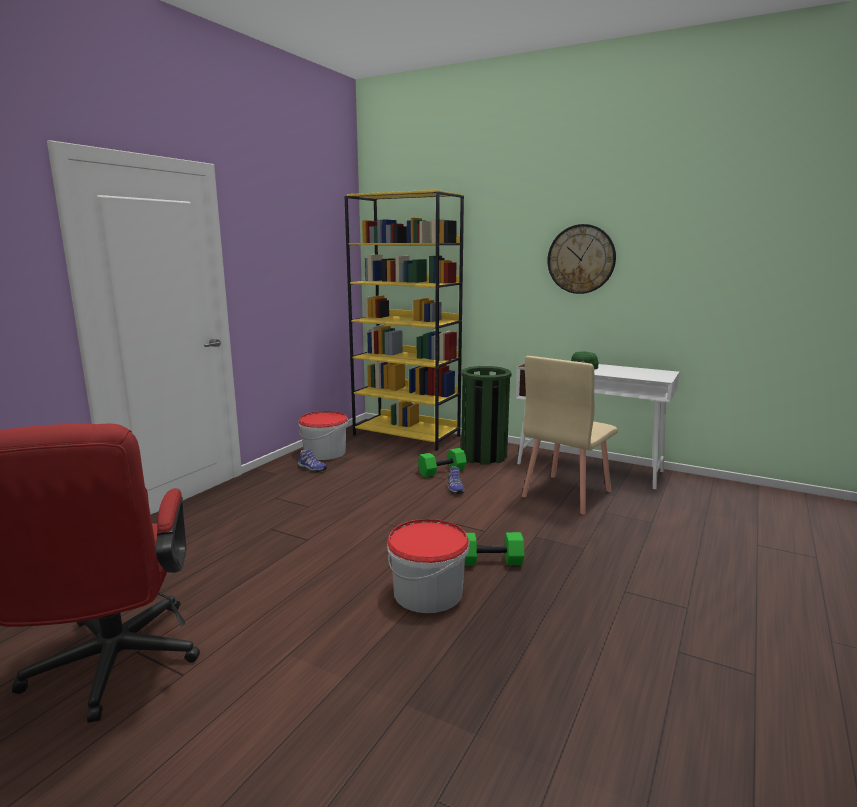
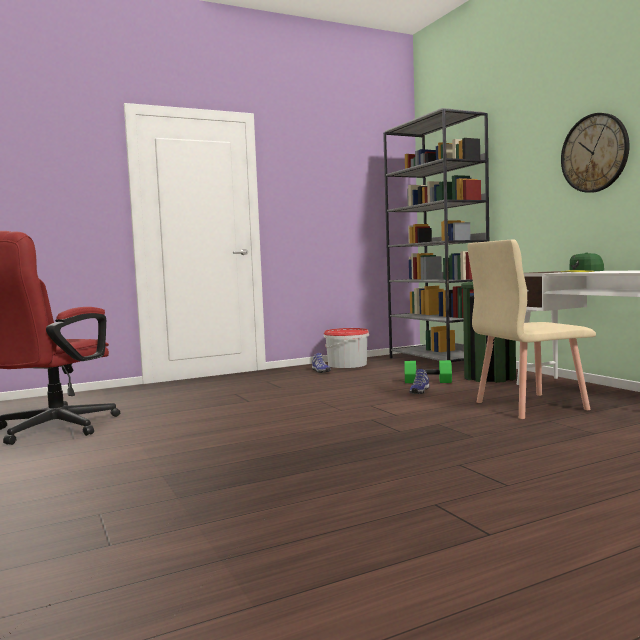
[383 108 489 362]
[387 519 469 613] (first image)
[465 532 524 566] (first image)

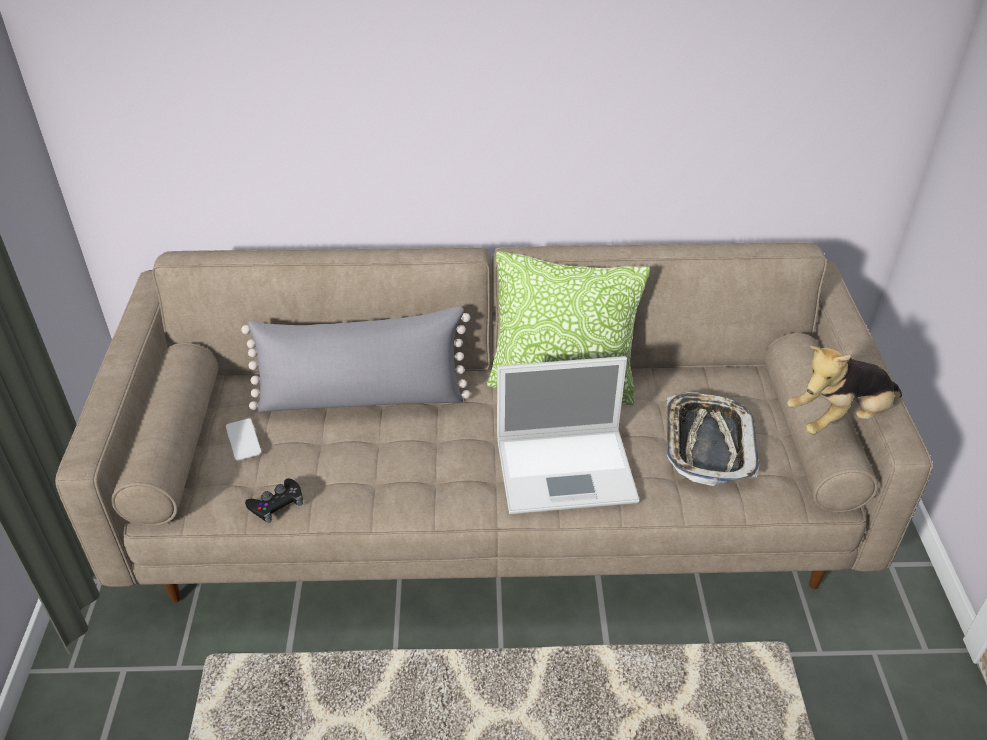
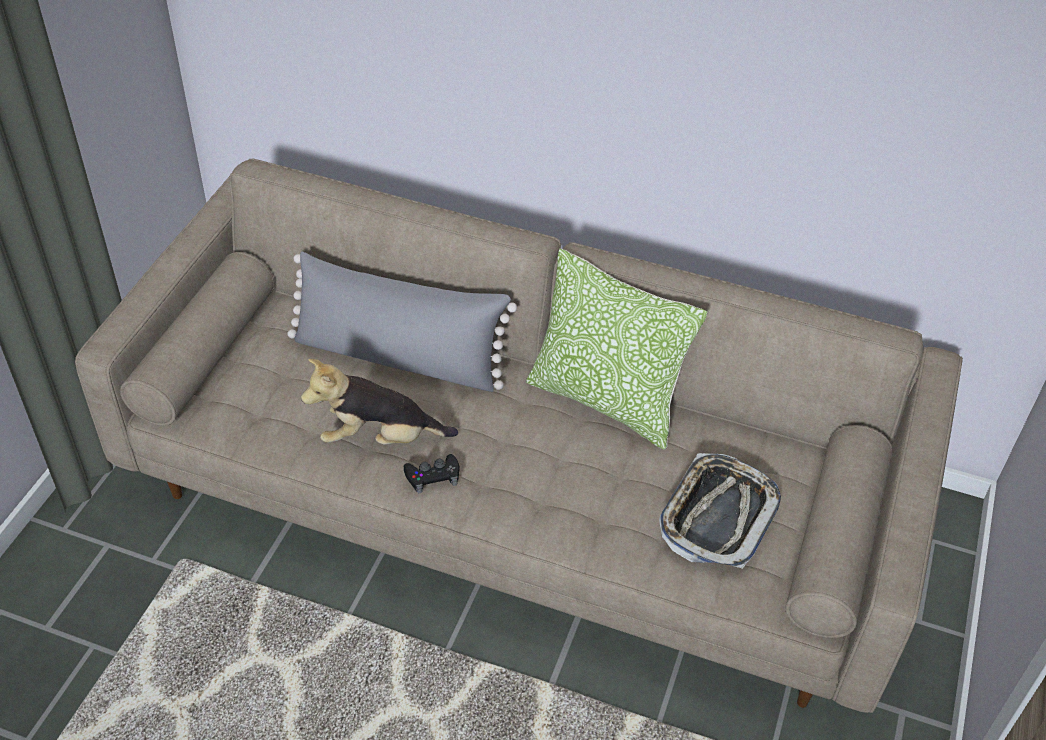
[226 418 262 461] (first image)
[404 454 459 493]
[497 356 640 514] (first image)
[301 359 458 445]

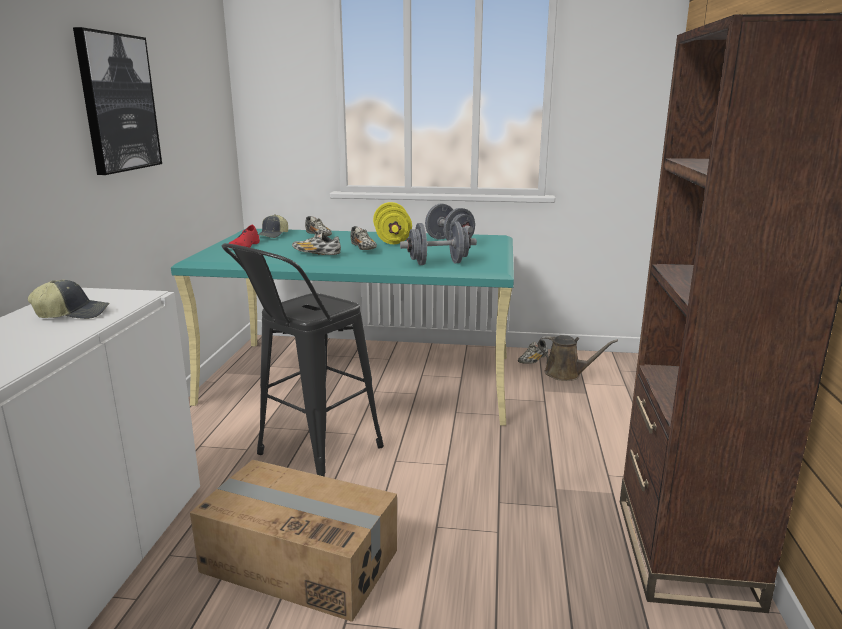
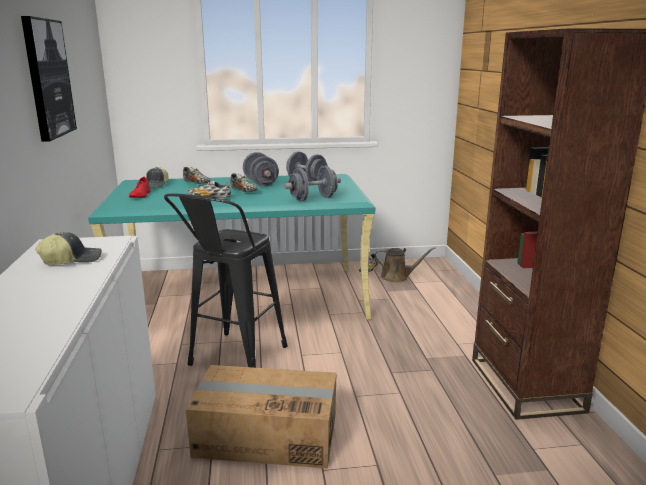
[243 152 279 186]

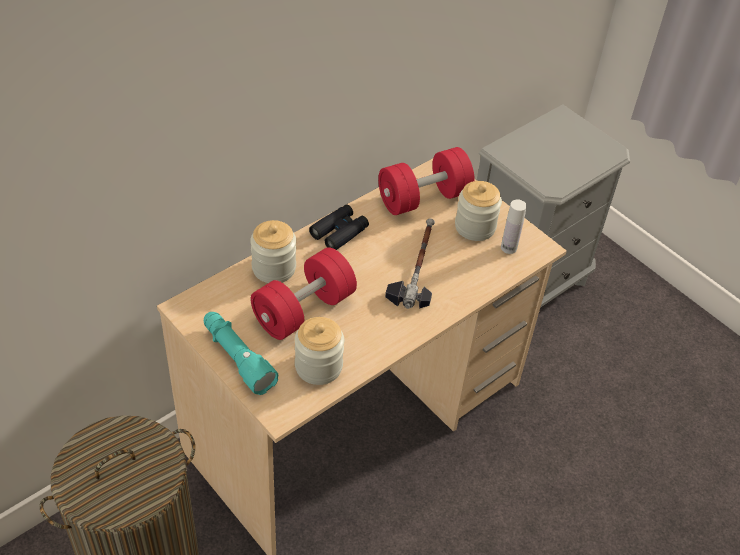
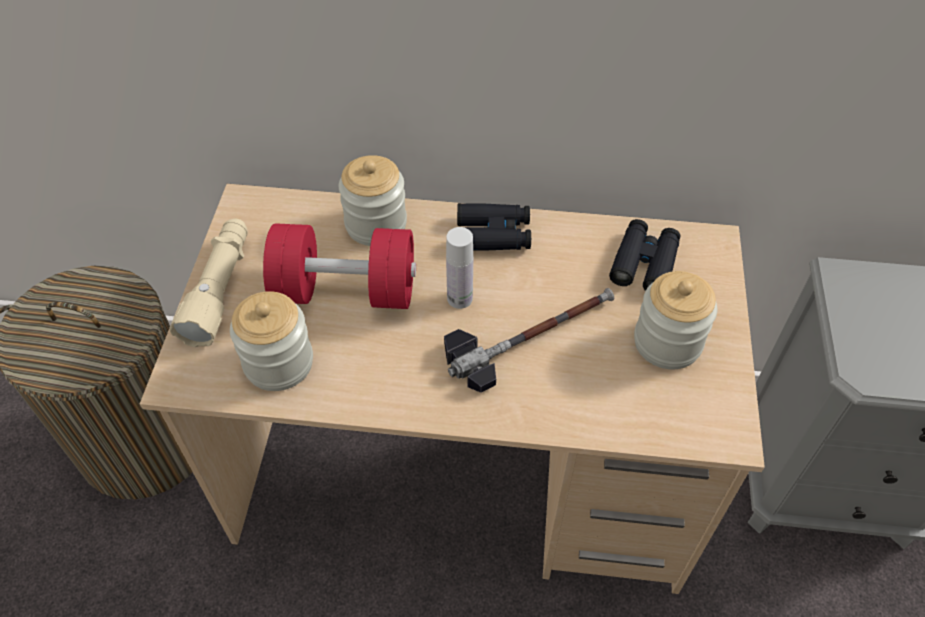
[170 218 248 347]
[609 219 680 291]
[446 227 473 309]

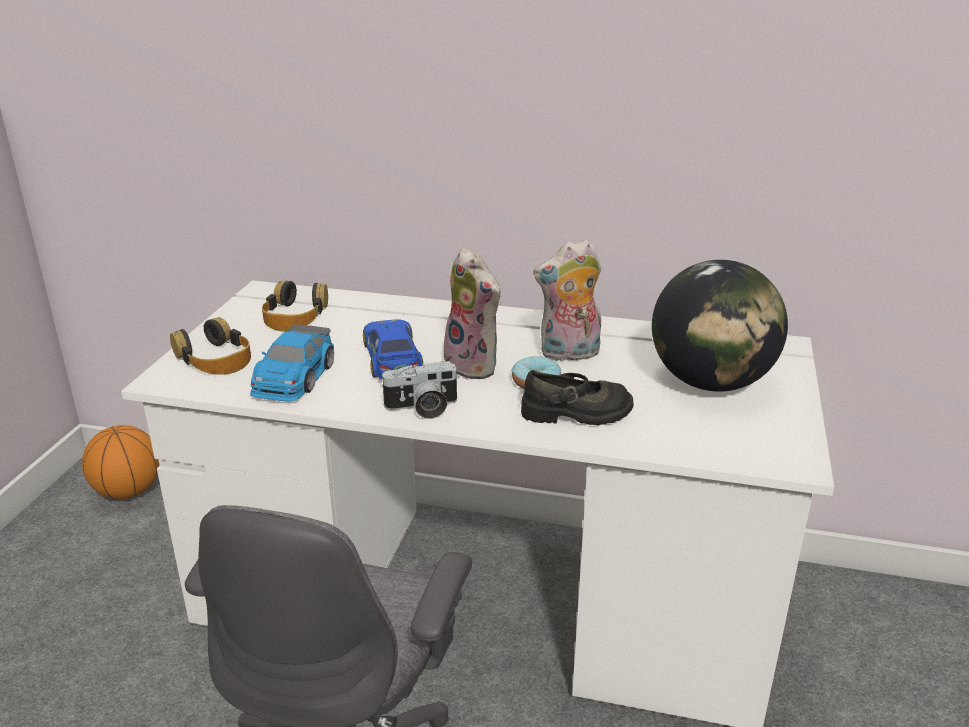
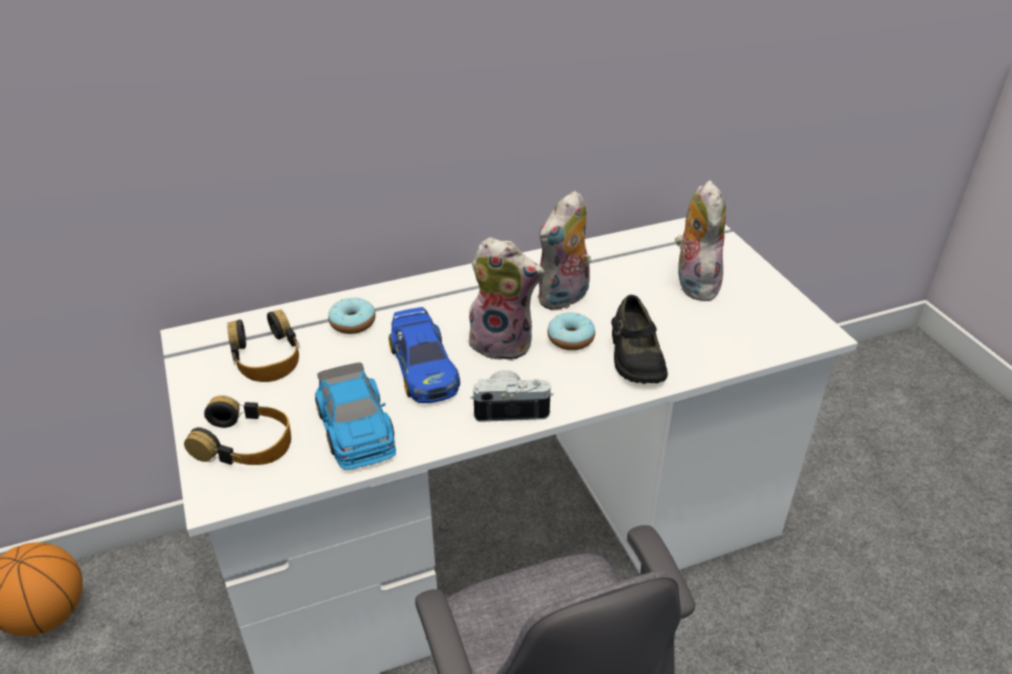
[389 307 460 403]
[471 370 554 422]
[611 295 668 384]
[675 180 726 301]
[328 298 376 334]

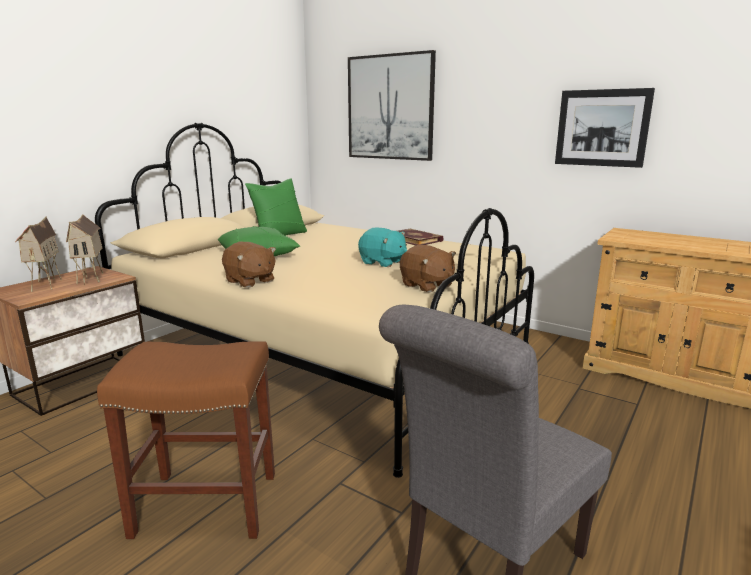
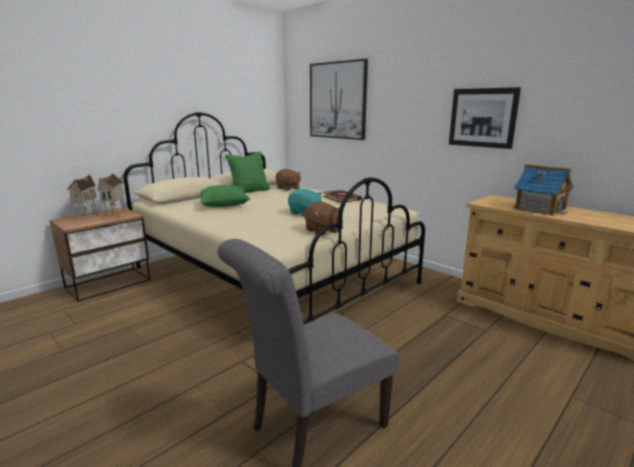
[97 341 275 539] (first image)
[275 169 301 191]
[514 164 573 216]

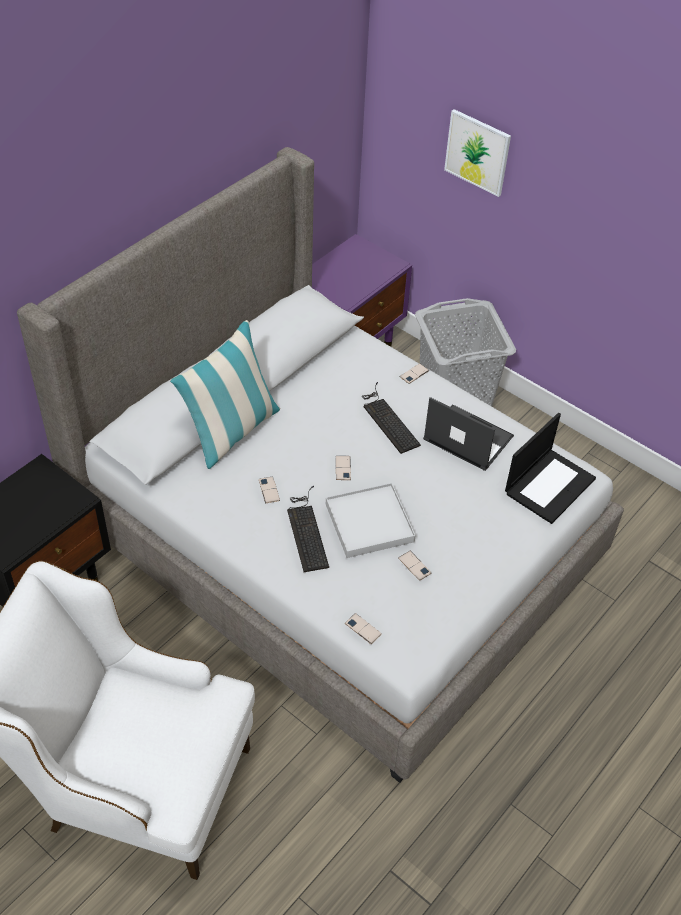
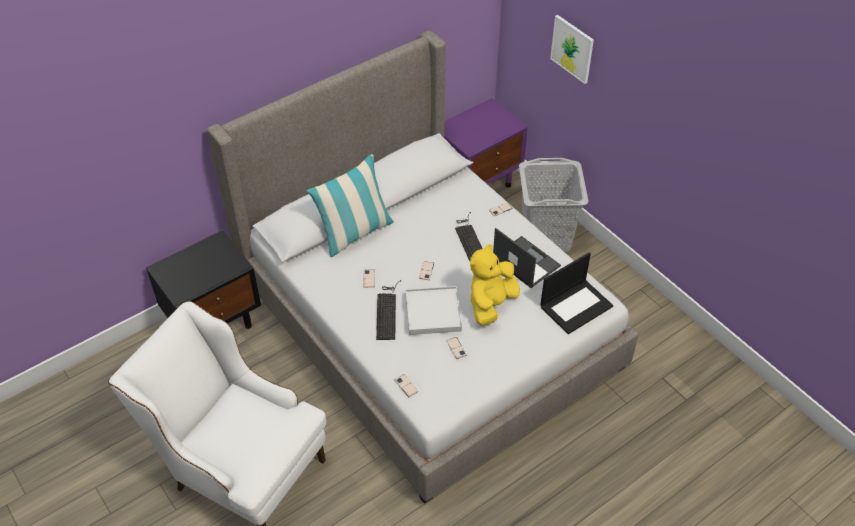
[470 244 520 326]

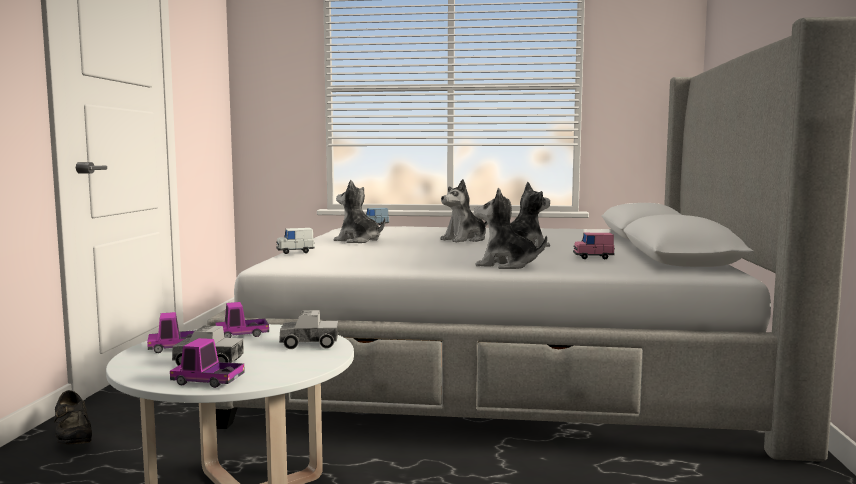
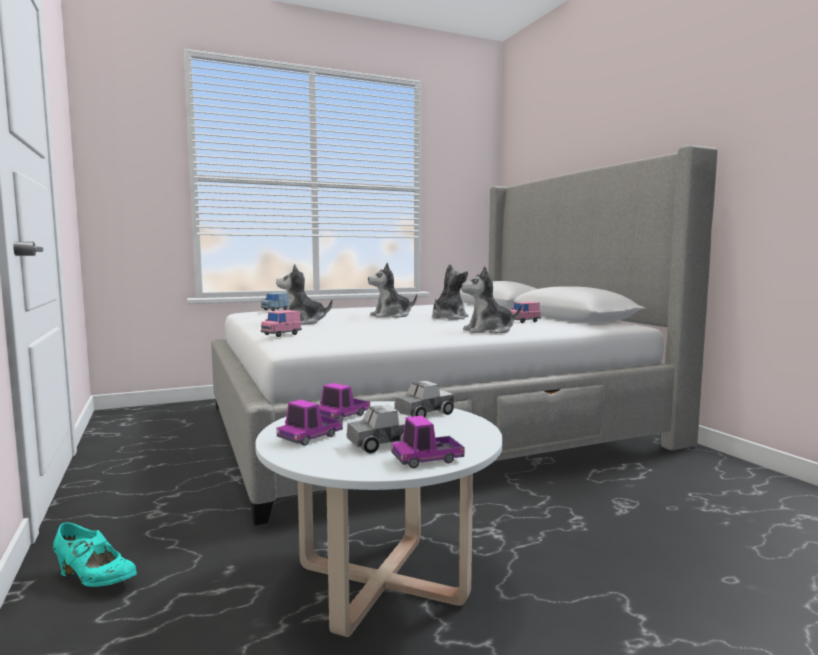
[53 522 137 587]
[261 310 302 337]
[368 263 417 318]

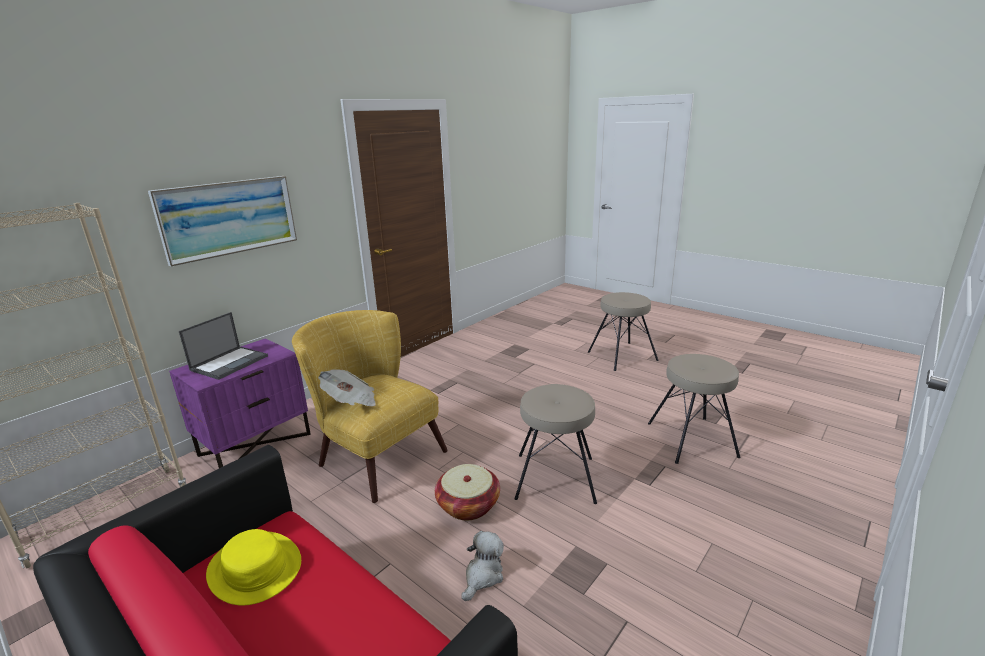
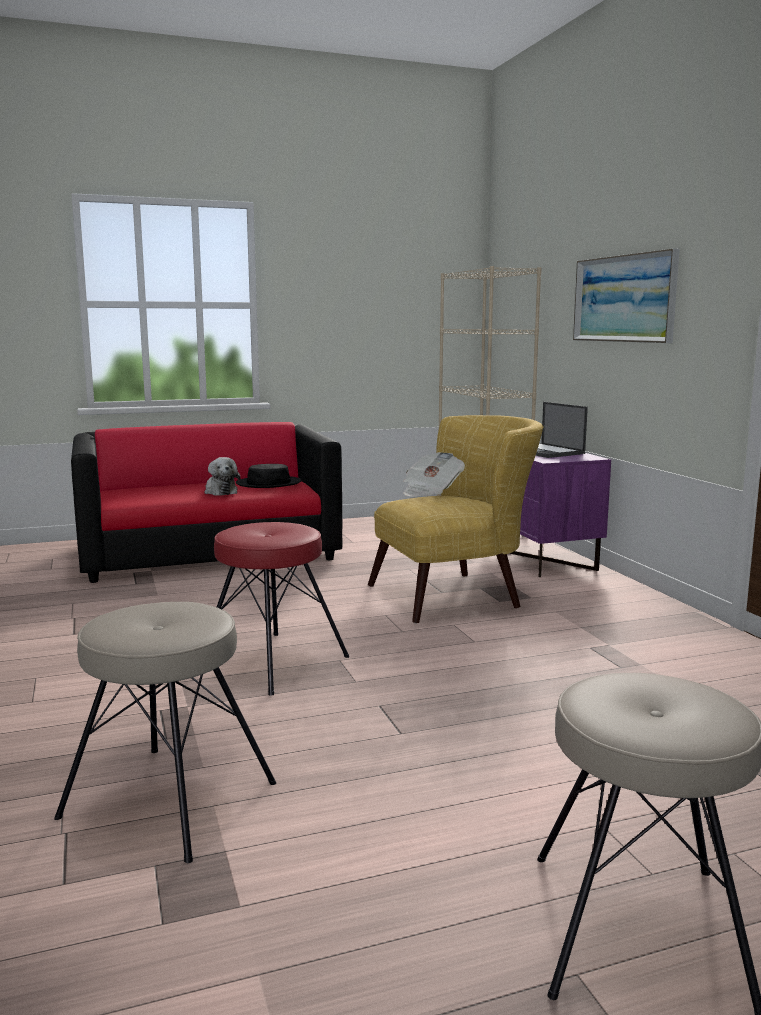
[236 464 302 488]
[435 464 500 520] (first image)
[205 457 241 496]
[214 522 349 696]

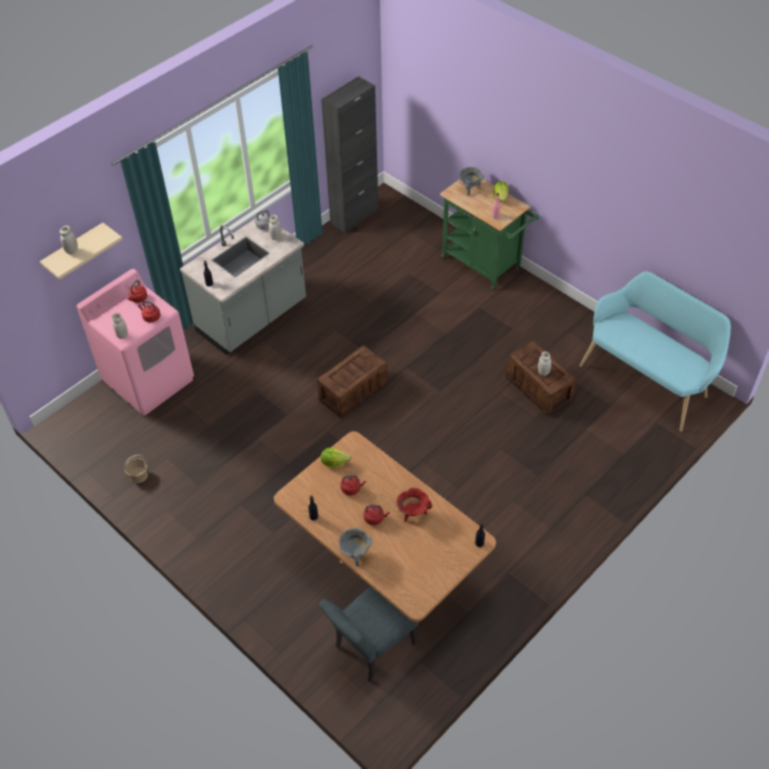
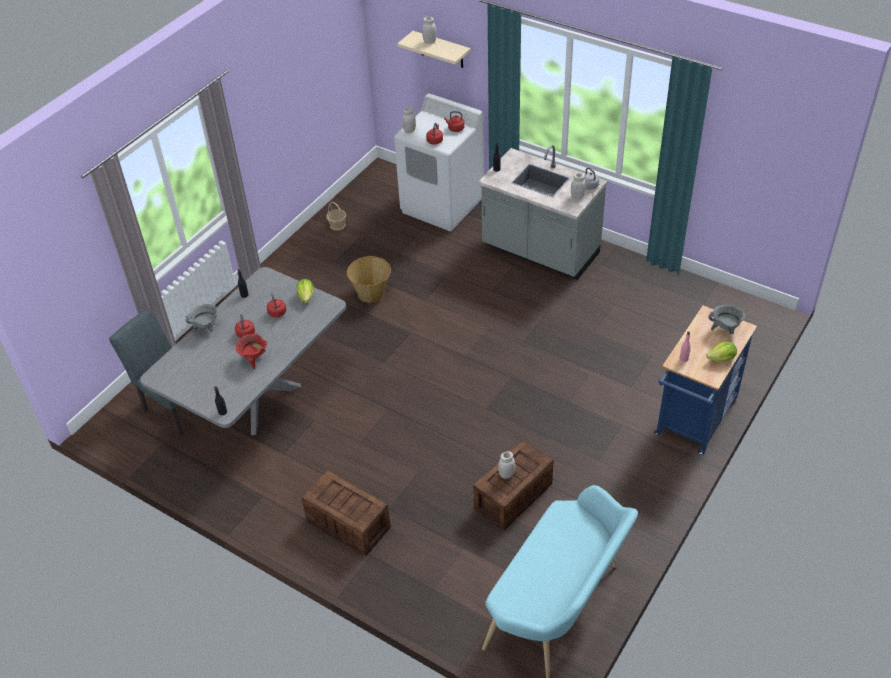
[394 94 484 231]
[140 267 346 436]
[302 470 391 556]
[321 76 378 233] (first image)
[654 306 757 454]
[347 256 391 303]

